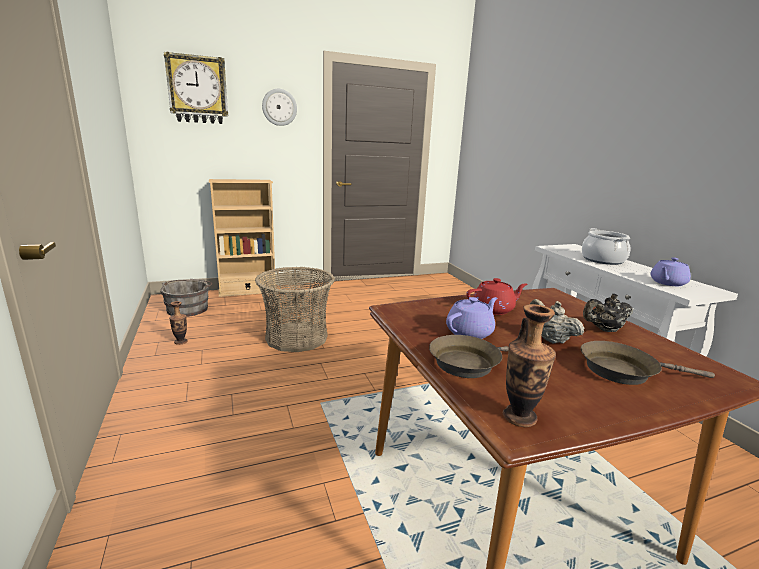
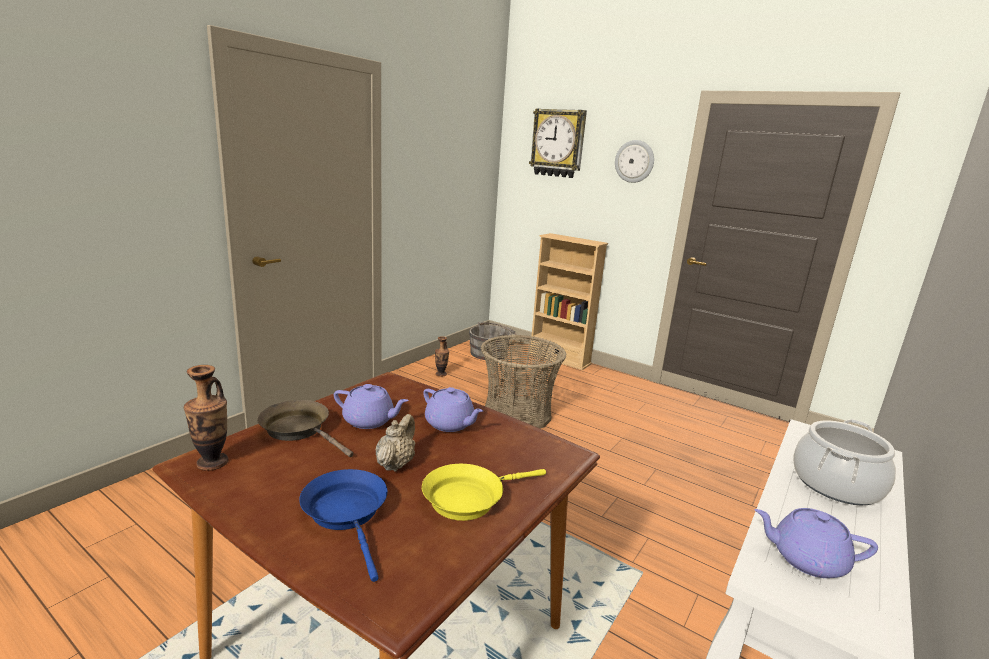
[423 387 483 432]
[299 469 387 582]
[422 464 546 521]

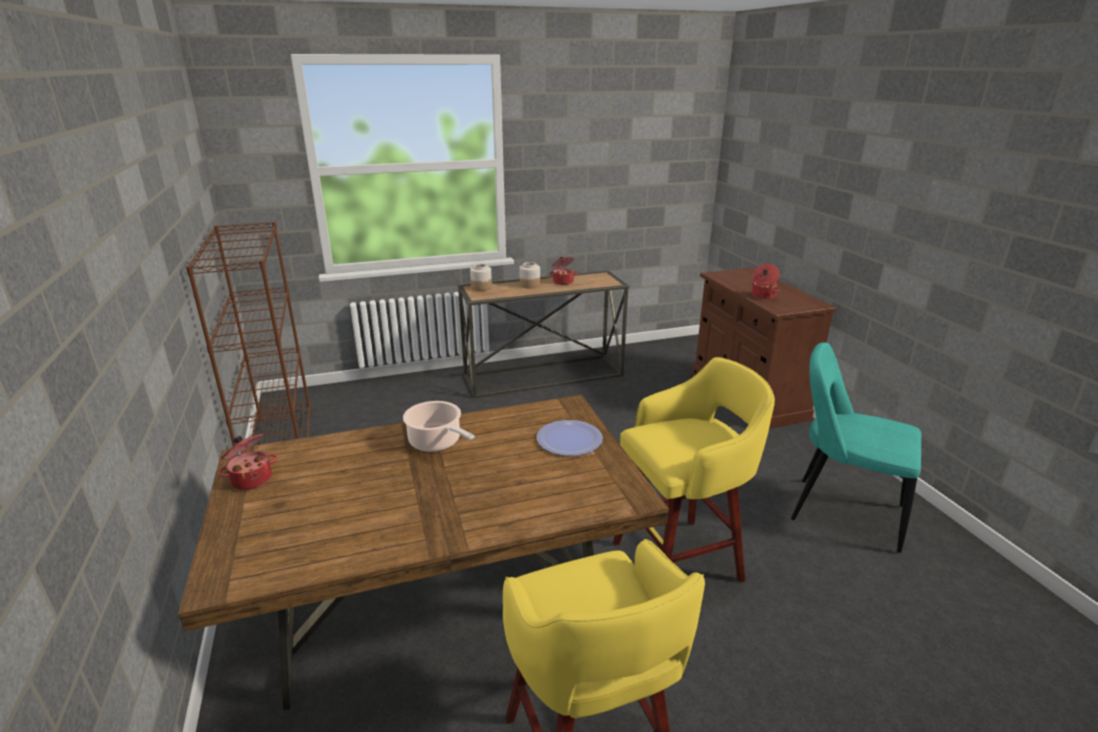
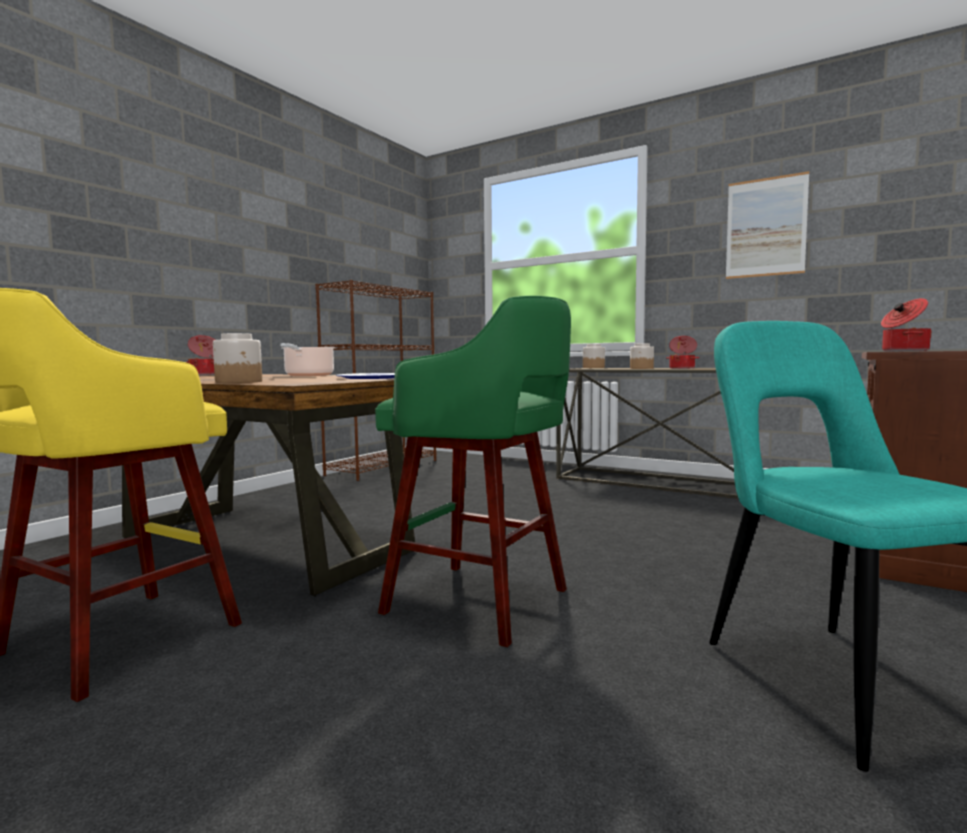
[375 296 571 647]
[213 333 262 383]
[726 171 809 279]

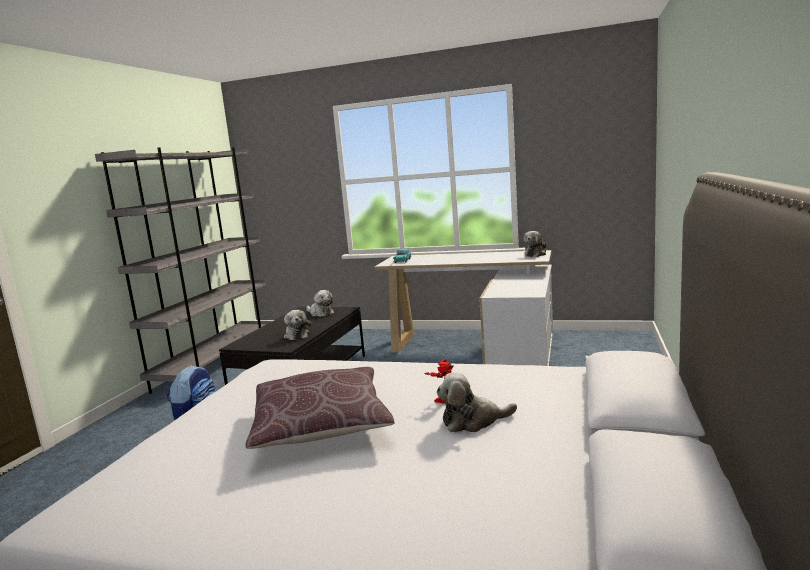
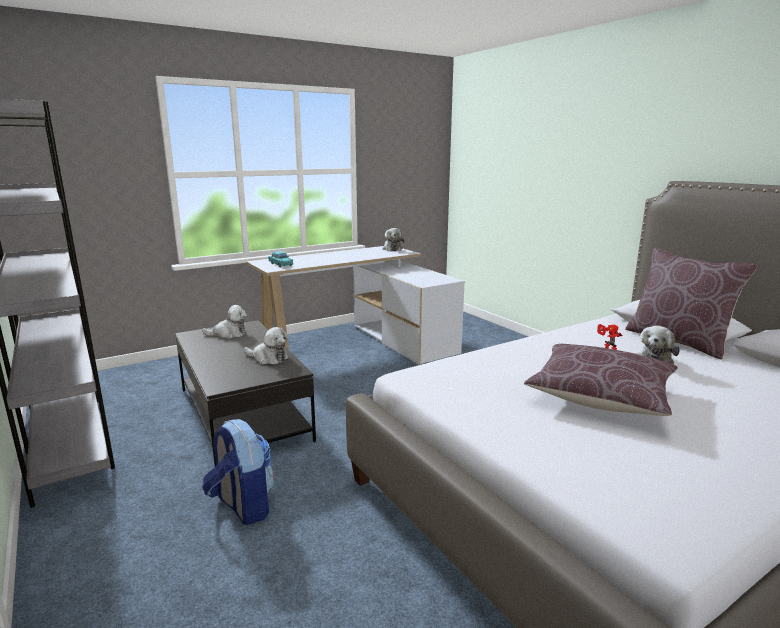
[625 248 758 360]

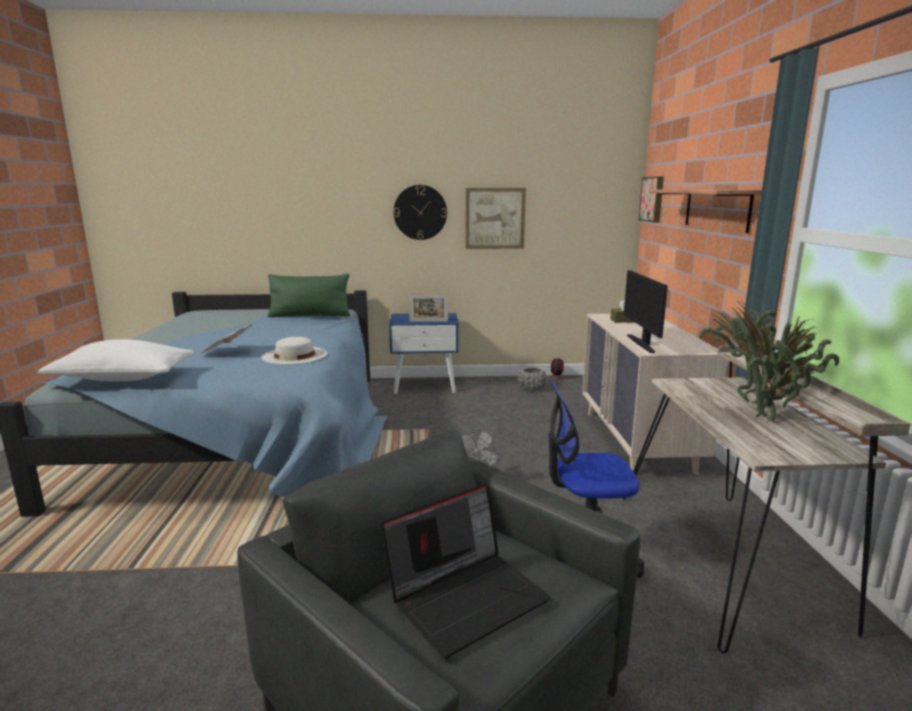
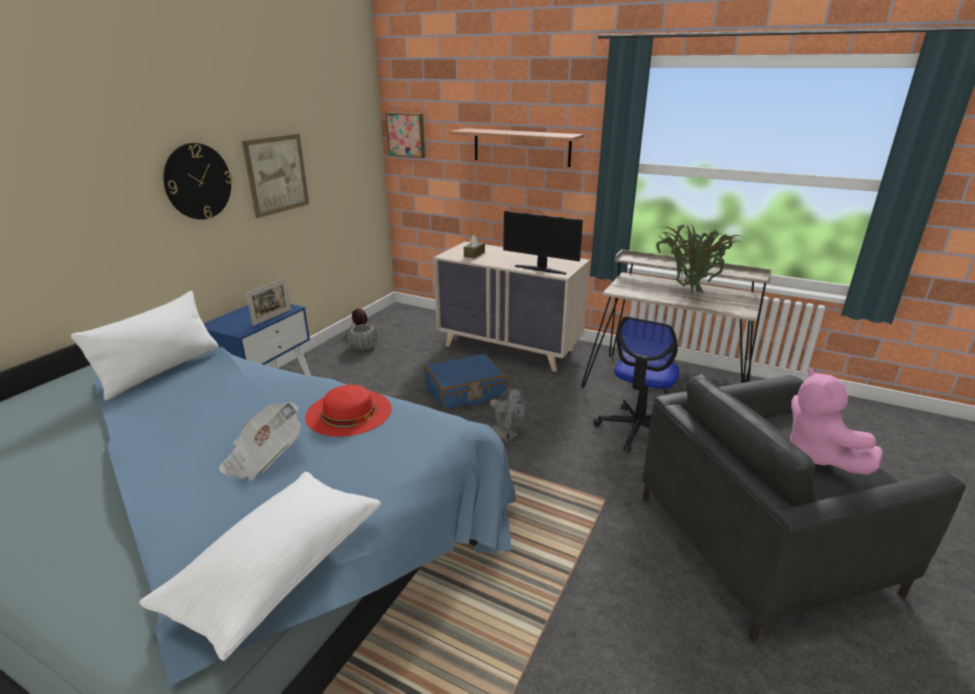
[305 385 392 437]
[71 291 219 401]
[790 368 883 475]
[424 354 507 410]

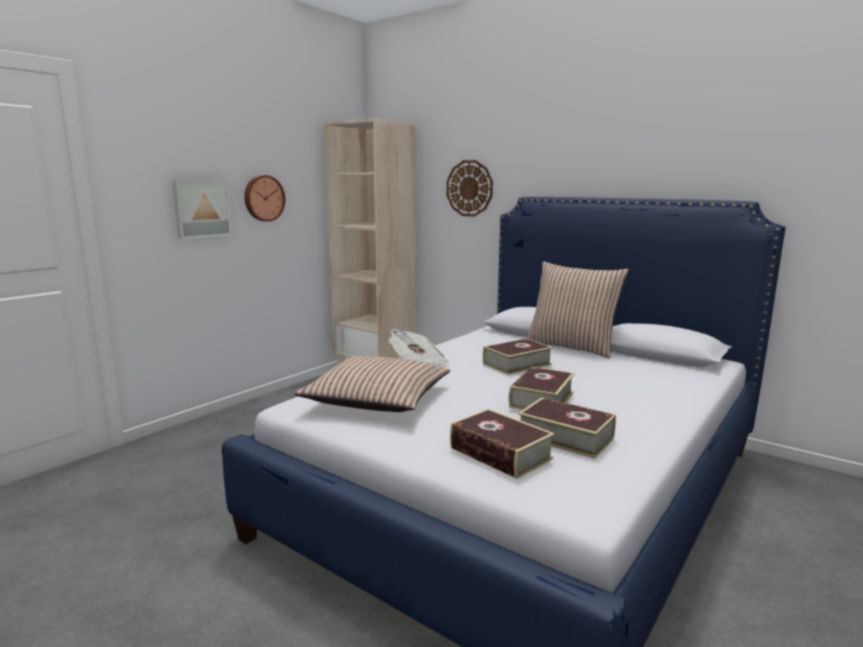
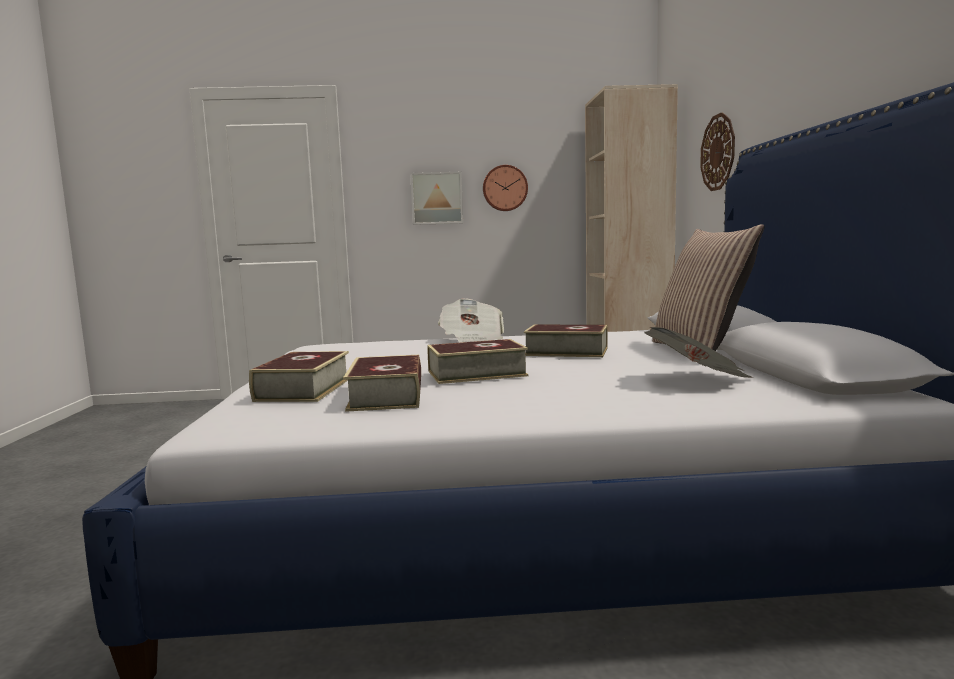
[294 355 450 412] (first image)
[645 327 752 378]

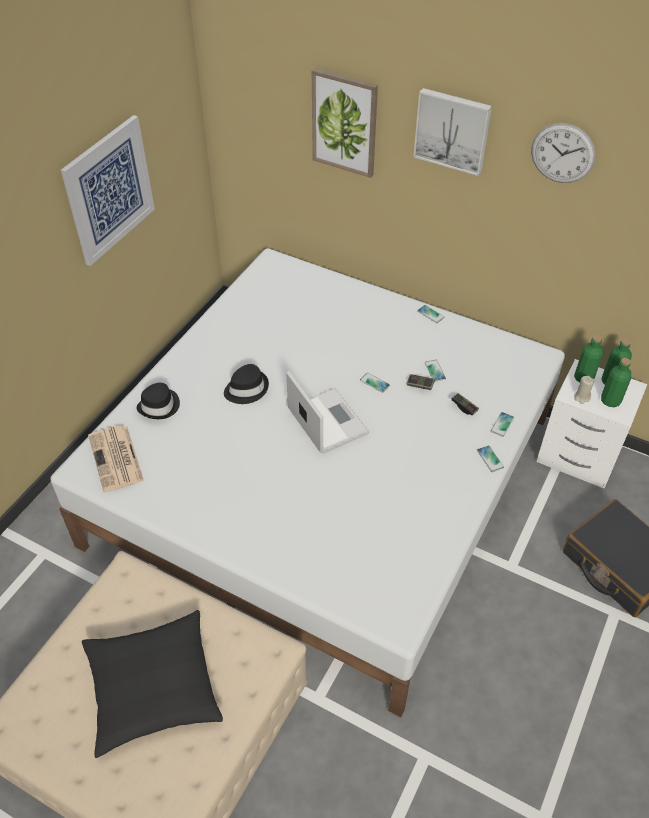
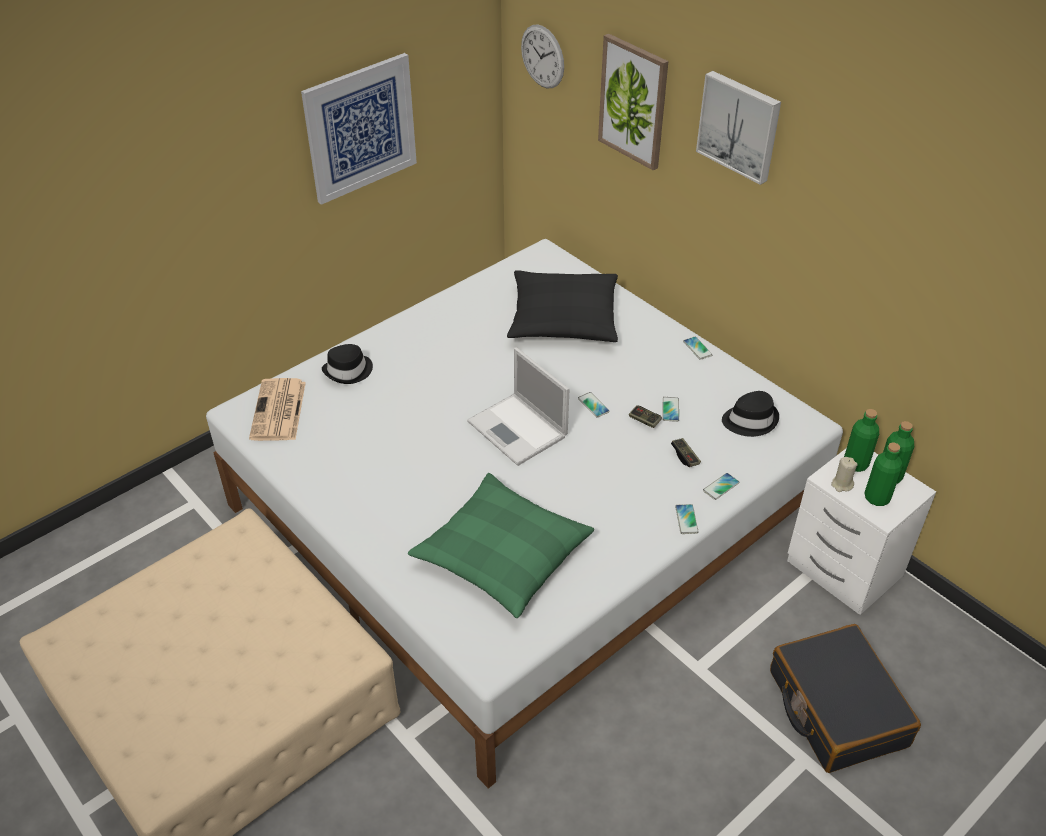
[507 270 618 342]
[722 391 779 437]
[467 347 570 466]
[521 24 564 88]
[408 473 594 618]

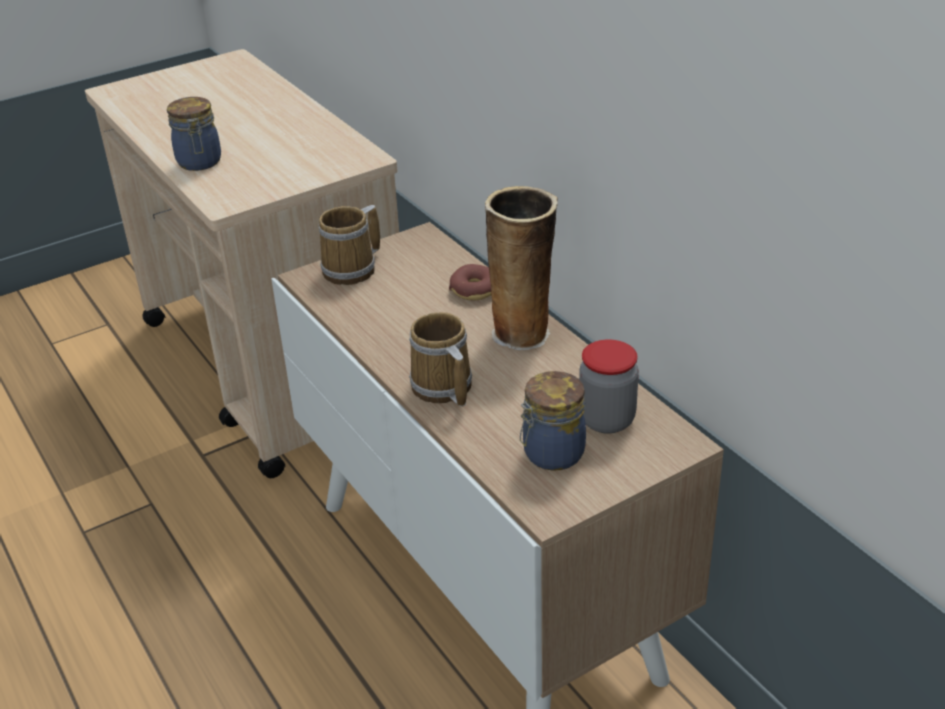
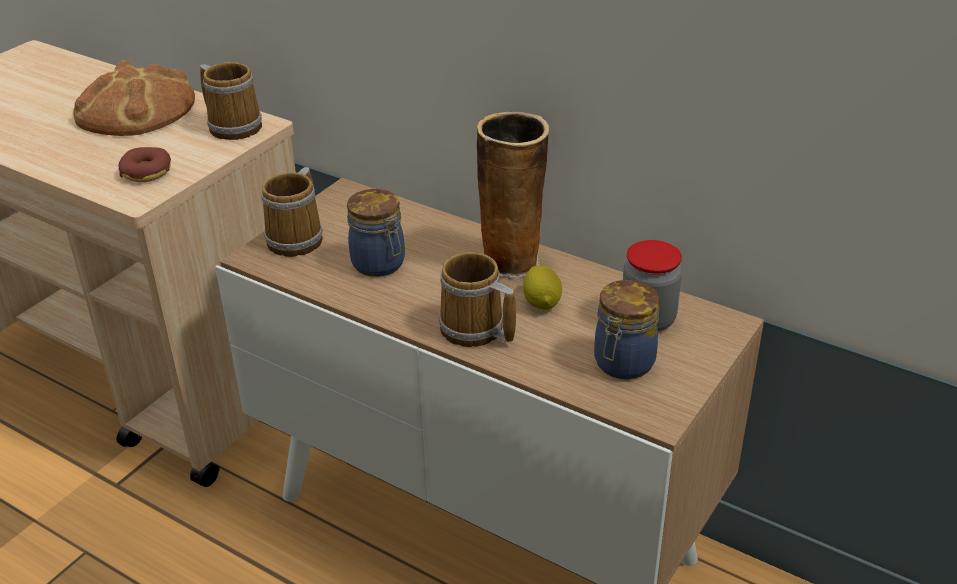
[347 189 405 277]
[118 147 171 182]
[73 60 195 136]
[200 62 262 140]
[523 266 562 310]

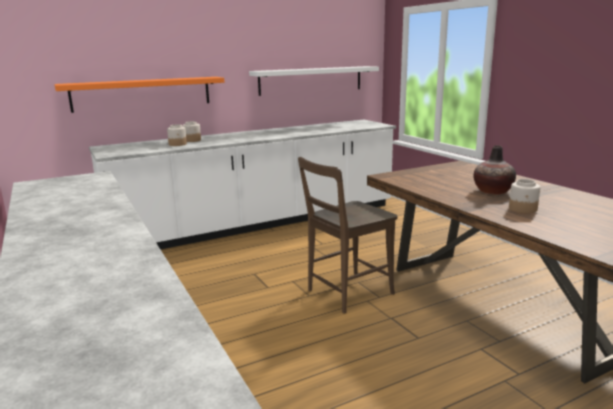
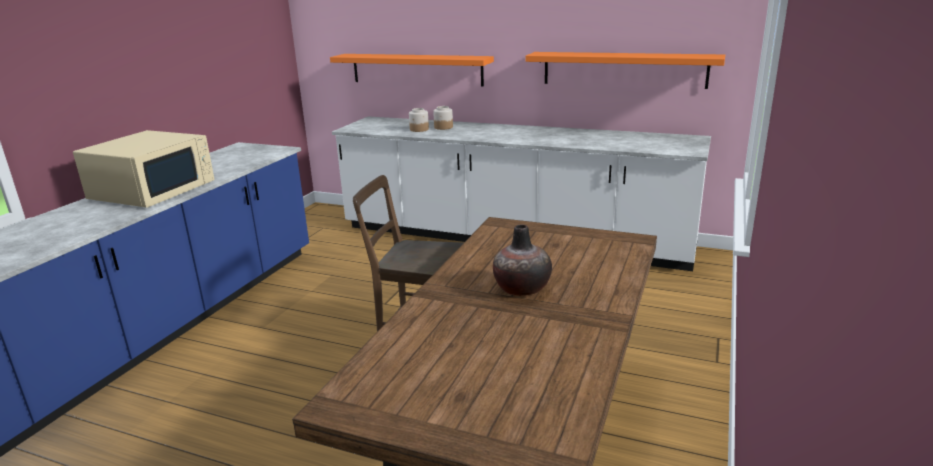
[526 52 725 89]
[509 179 540 213] (first image)
[73 130 214 208]

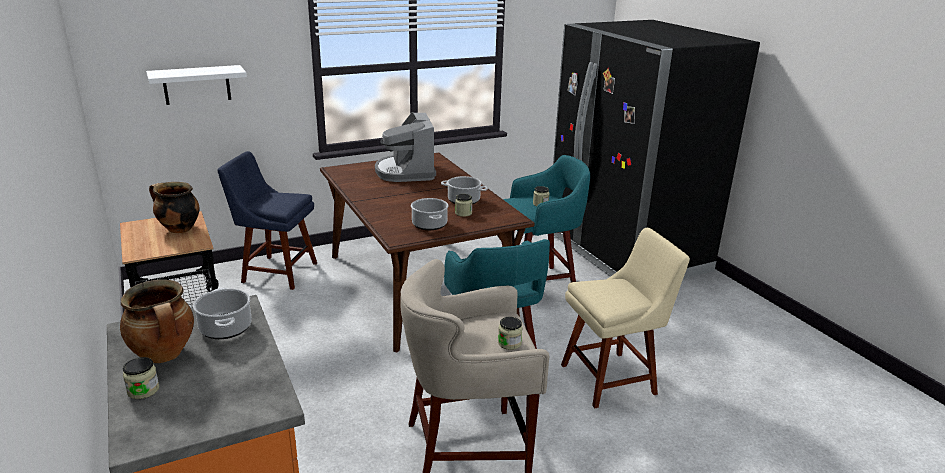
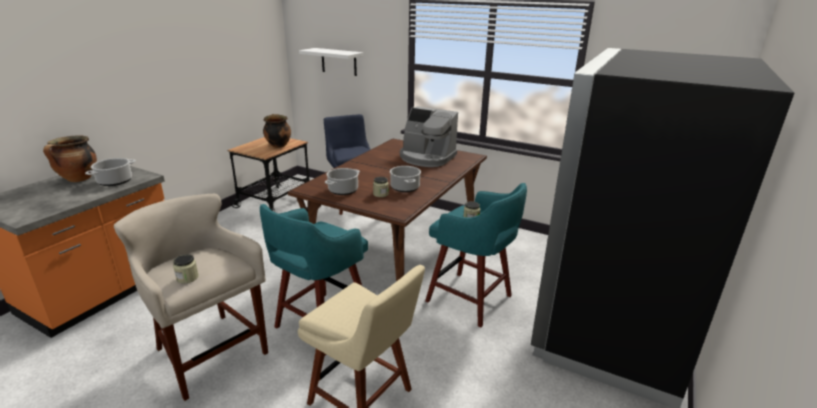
[123 357 159 399] (first image)
[400 106 458 167]

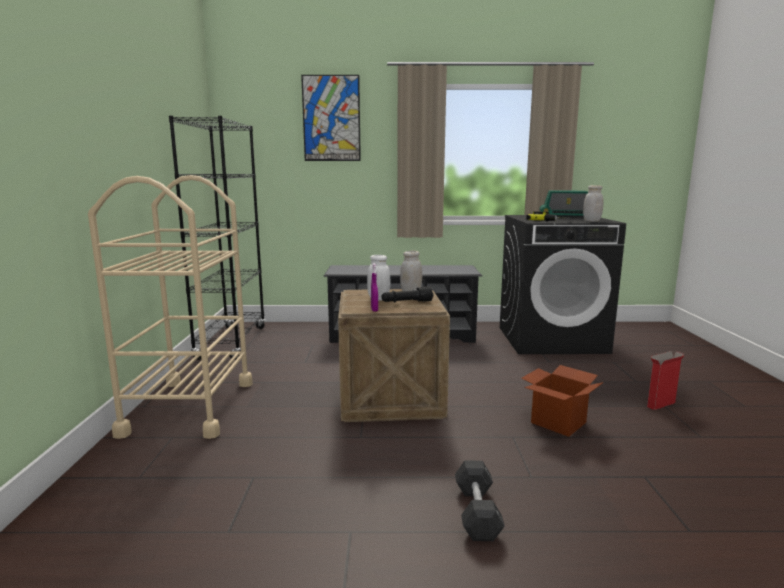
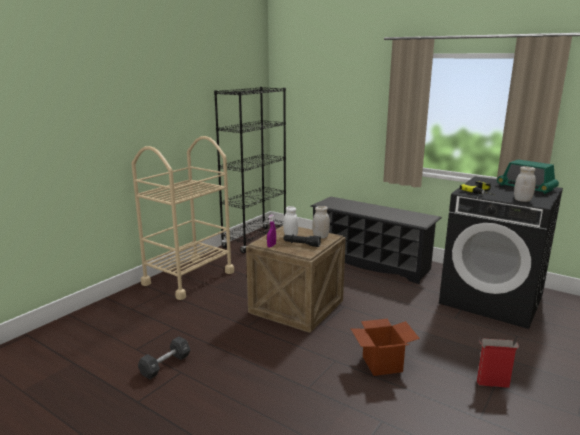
[301 75 361 161] (first image)
[138 336 190 380]

